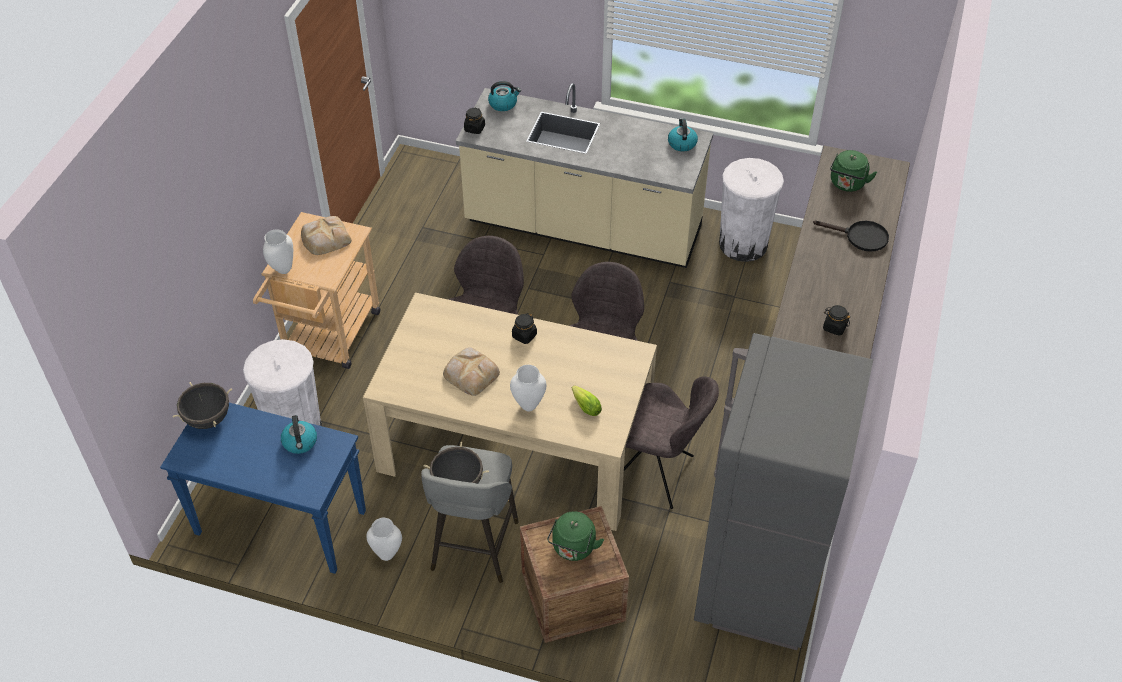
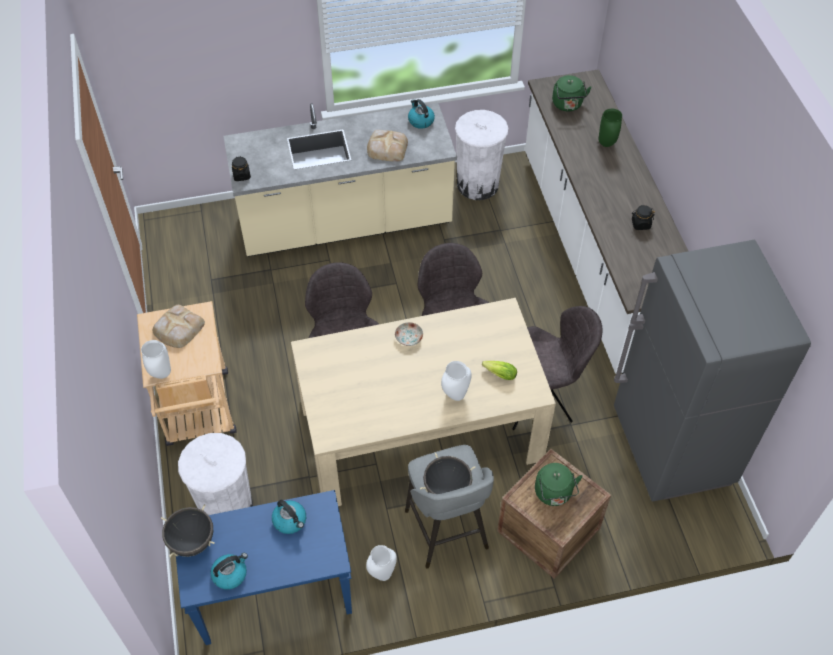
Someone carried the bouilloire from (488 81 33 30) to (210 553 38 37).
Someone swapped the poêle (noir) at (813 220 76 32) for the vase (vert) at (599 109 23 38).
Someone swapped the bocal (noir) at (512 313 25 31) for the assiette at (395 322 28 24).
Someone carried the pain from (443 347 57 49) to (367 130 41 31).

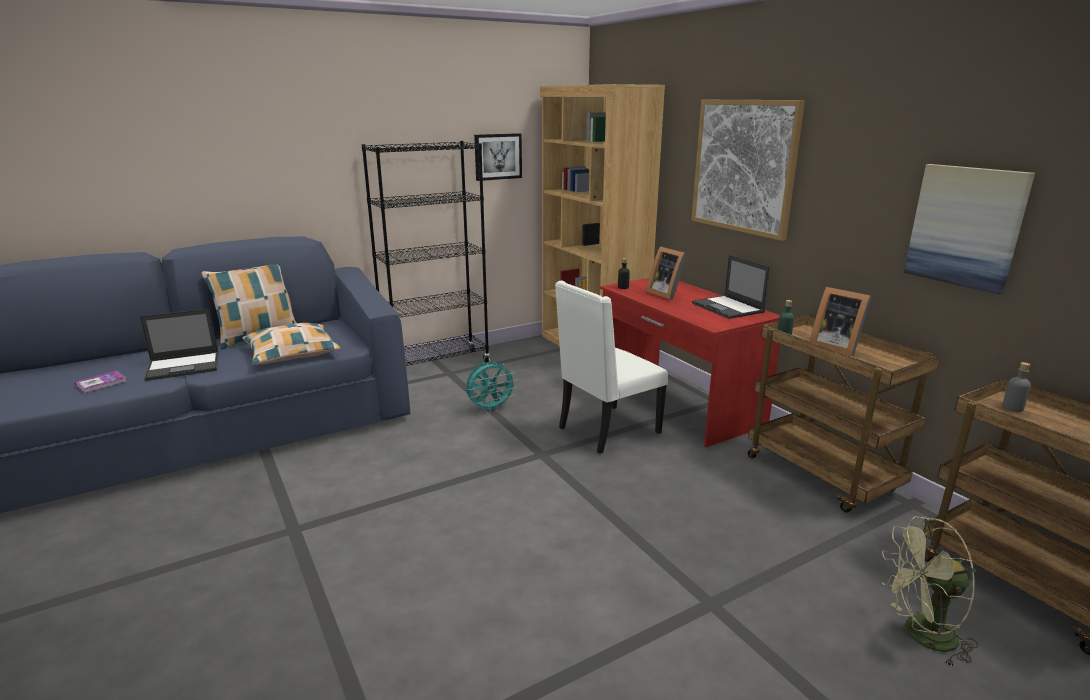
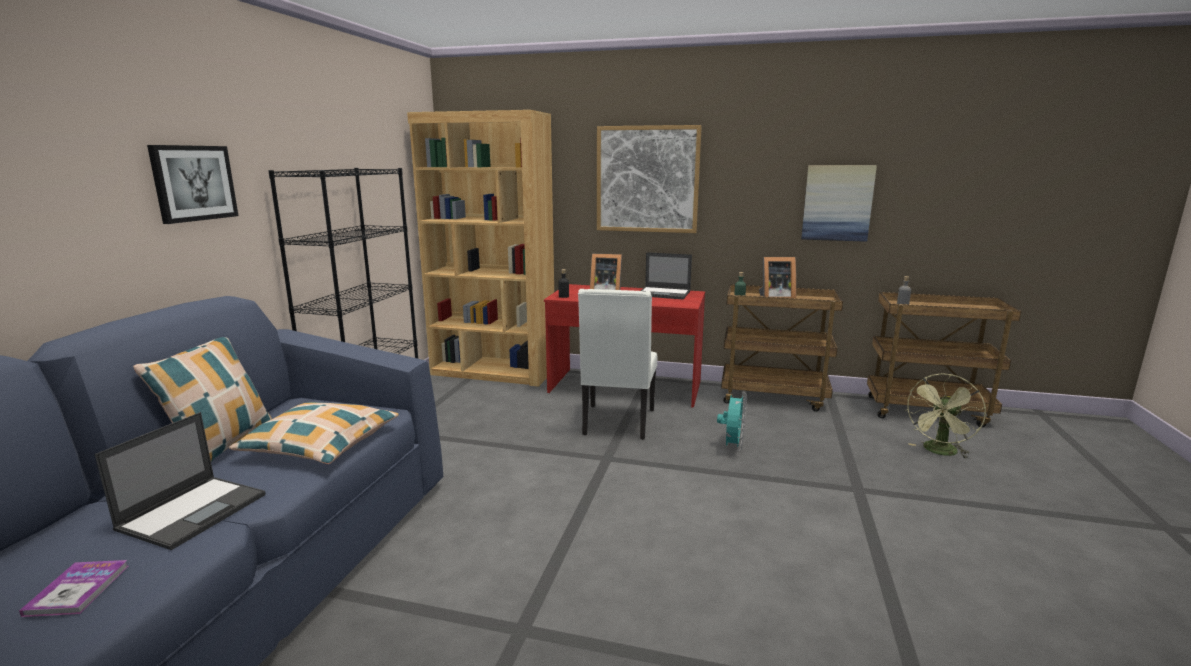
Someone carried the tableau from (474 133 48 48) to (147 145 91 79).
Someone carried the ventilateur (turquoise) from (466 362 51 51) to (717 392 30 59).

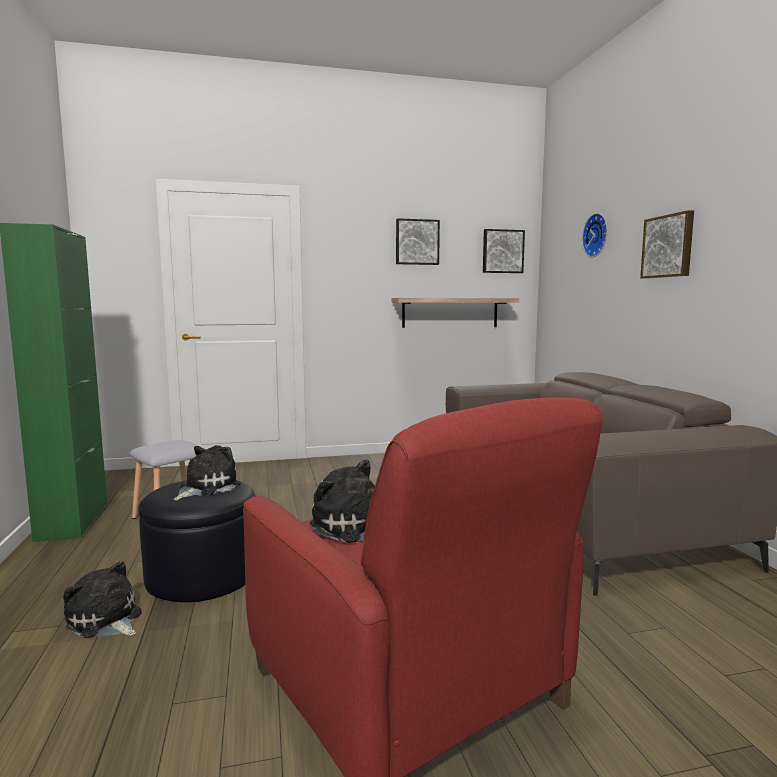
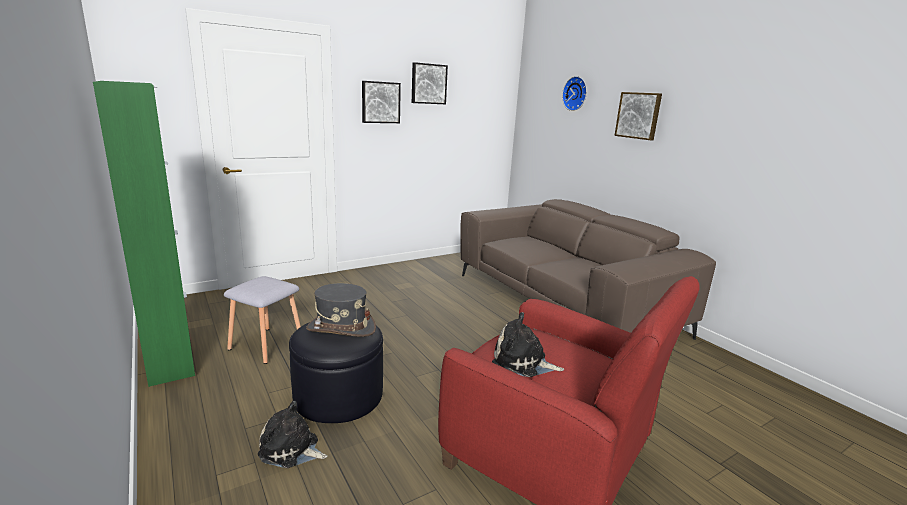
Someone carried the tableau from (483 229 42 44) to (362 81 39 42).
Someone took away the étagère at (392 298 127 30).
Someone swapped the peluche at (174 445 67 55) for the chapeau (gris) at (306 283 70 54).

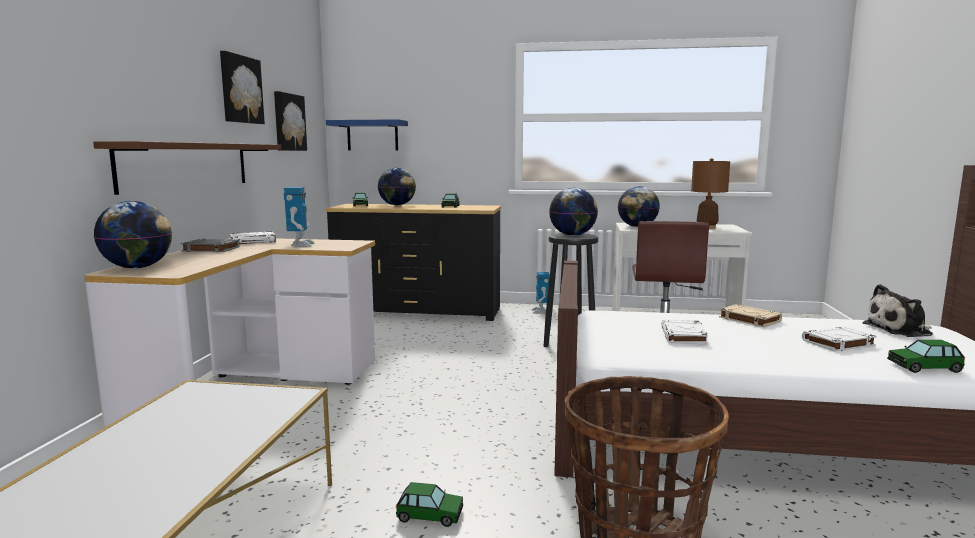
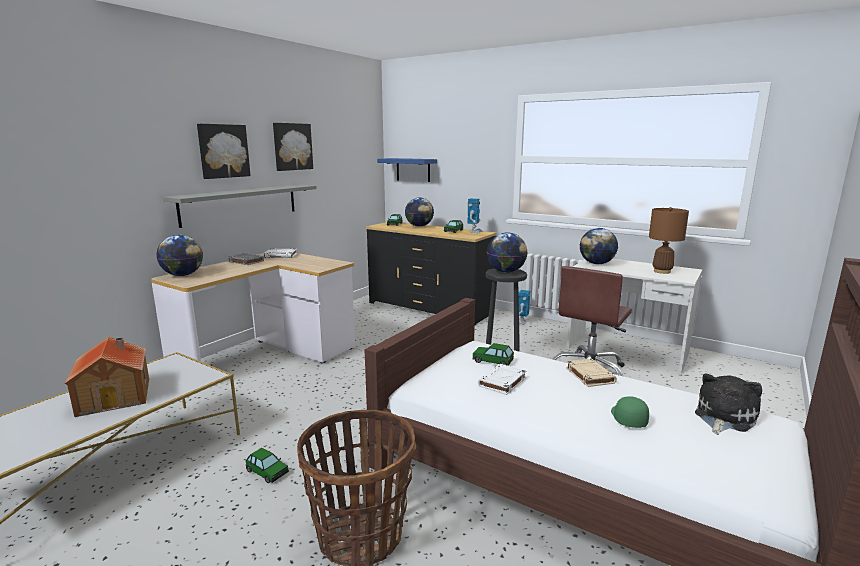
Someone carried the tableau from (274 91 33 60) to (197 124 54 55).
Someone repainted the étagère (marron) at (93 141 188 54), which became the étagère (gris) at (163 185 154 43).
Someone carried the robot jouet from (284 187 31 60) to (468 198 14 35).
Someone rotated the peluche at (862 284 71 53) by 120 degrees clockwise.
Someone swapped the livre (blanc) at (802 326 75 26) for the casquette (vert) at (611 396 38 32).
Someone carried the petite voiture from (887 340 78 33) to (472 343 42 23).
Someone put down the maison miniature at (65 337 84 80).

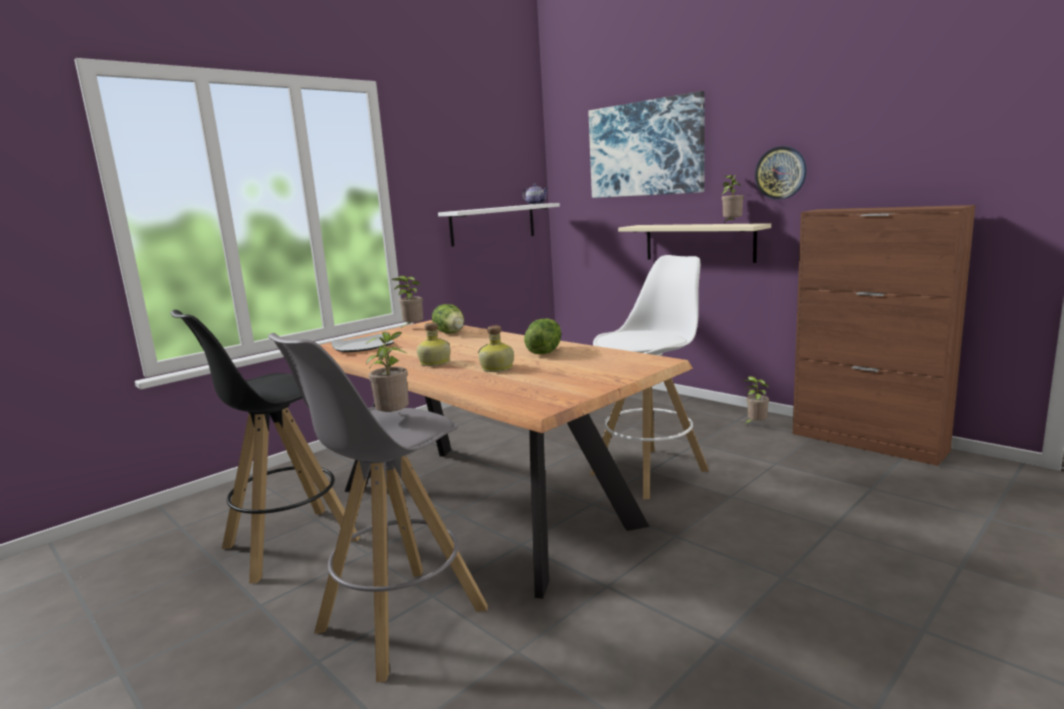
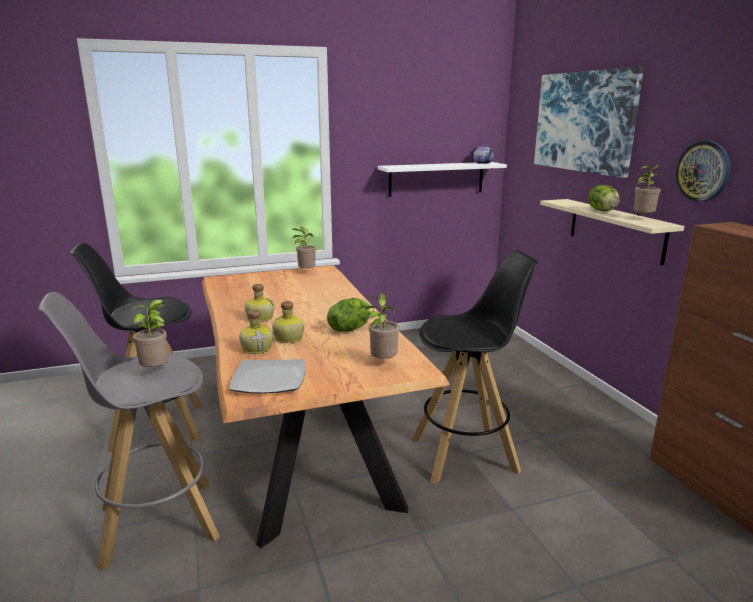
Someone repainted the tabouret (blanc) at (590 255 119 244), which became the tabouret (noir) at (412 250 126 234).
Someone carried the laitue from (432 304 32 29) to (588 185 32 26).
Someone carried the assiette from (331 334 63 18) to (229 359 77 35).
Someone carried the plante en pot from (742 376 27 48) to (365 292 35 67).
Someone put down the bouteille at (239 310 34 44).

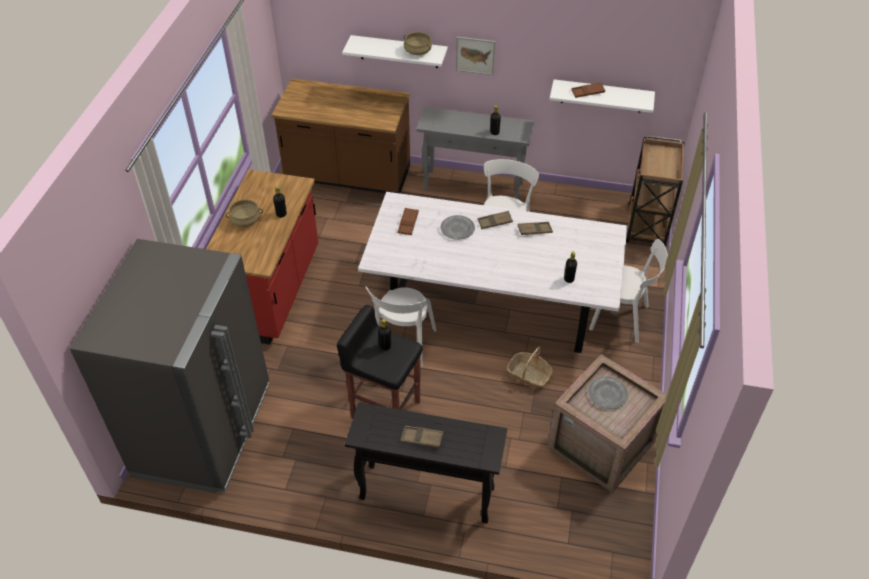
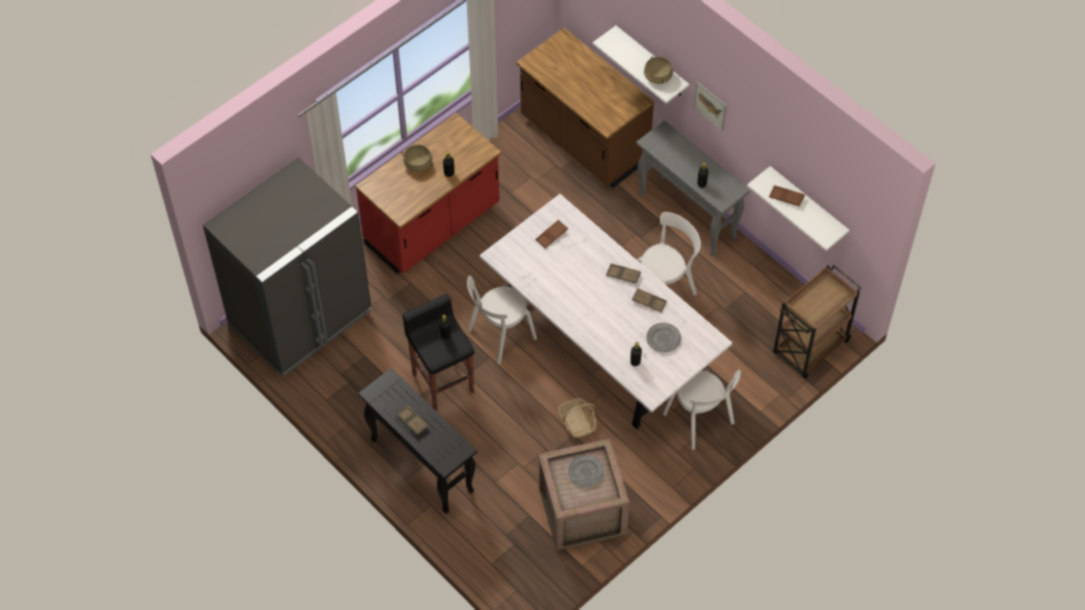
Someone carried the assiette (gris) from (440 215 35 25) to (646 323 35 30).

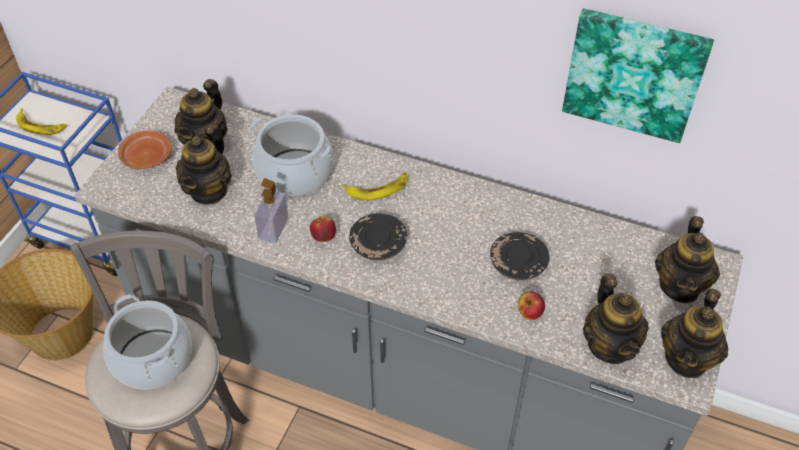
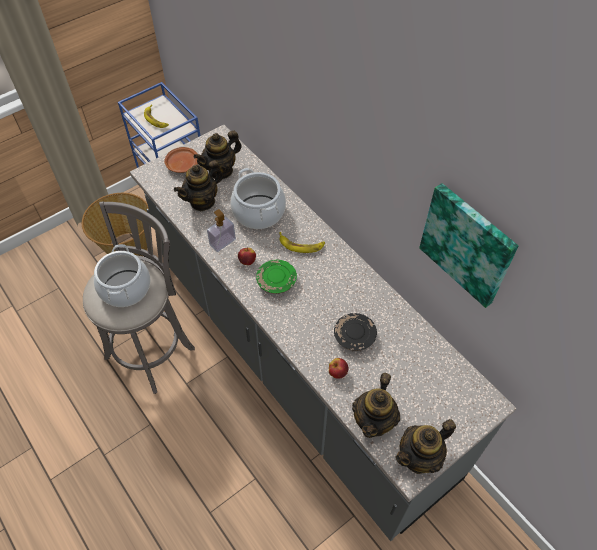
Someone repainted the assiette (noir) at (349 213 58 48), which became the assiette (vert) at (256 260 41 34).
Someone took away the théière at (655 216 65 87).

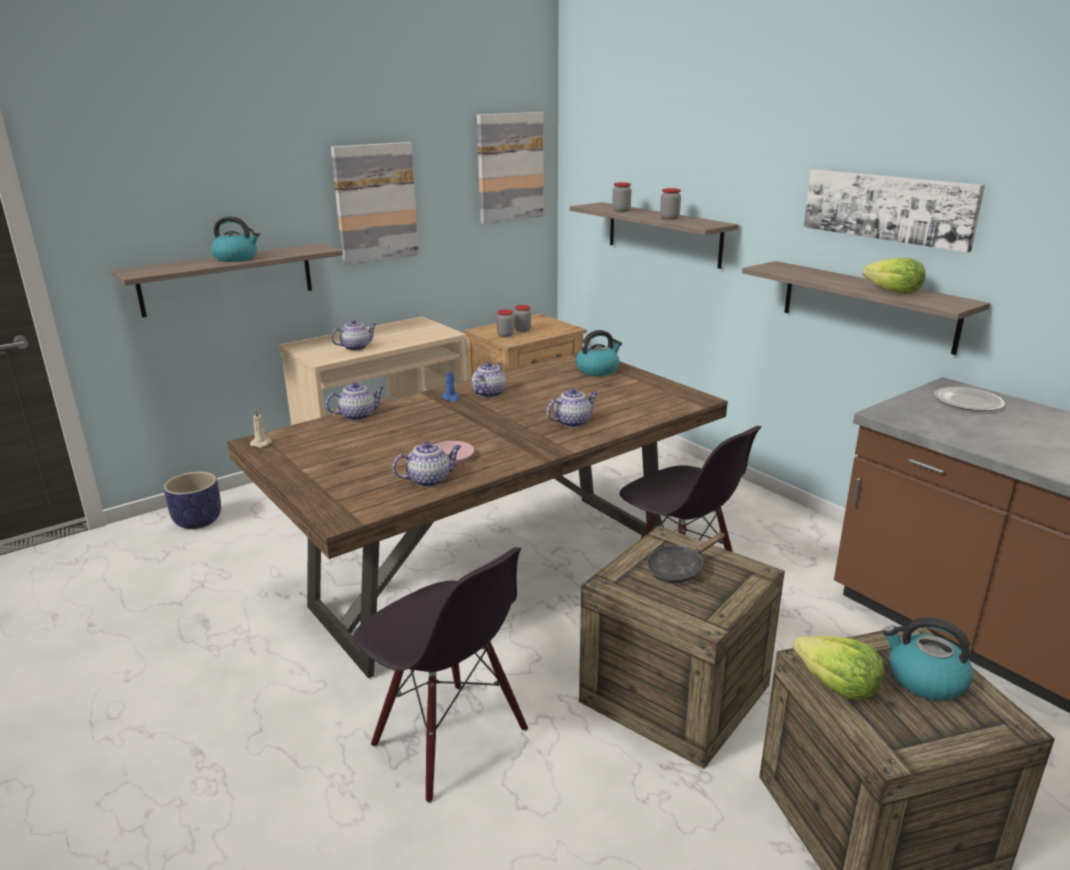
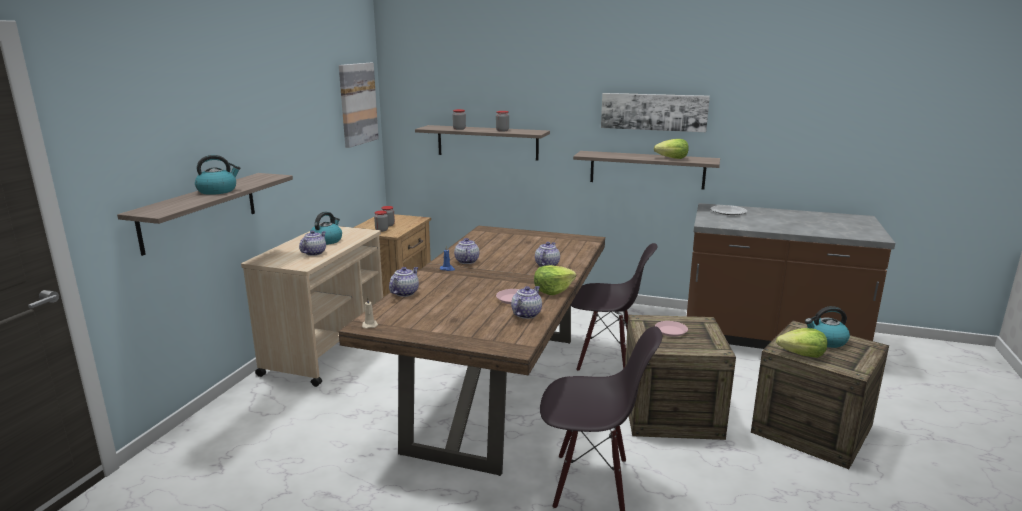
Someone took away the tableau at (331 142 88 123).
Someone carried the bouilloire from (576 330 46 46) to (310 212 32 33).
Someone took away the cache-pot at (164 471 57 58).
Someone swapped the poêle (noir) at (647 532 78 51) for the assiette (rose) at (655 321 33 16).
Someone put down the laitue at (534 265 42 30).

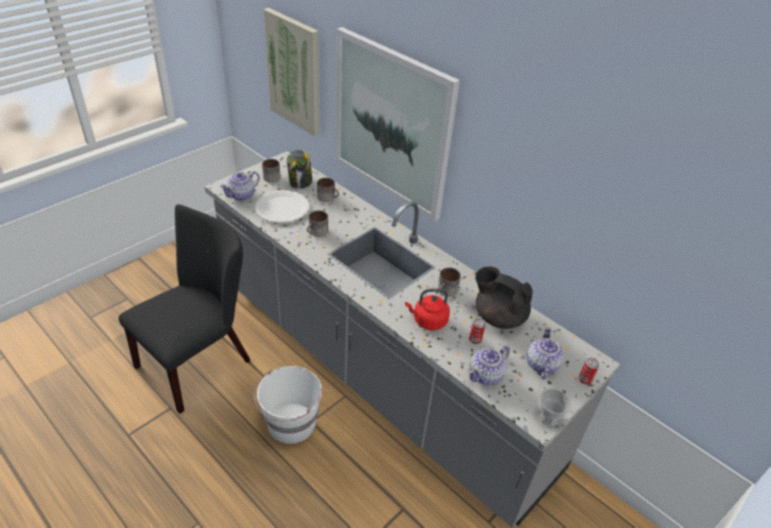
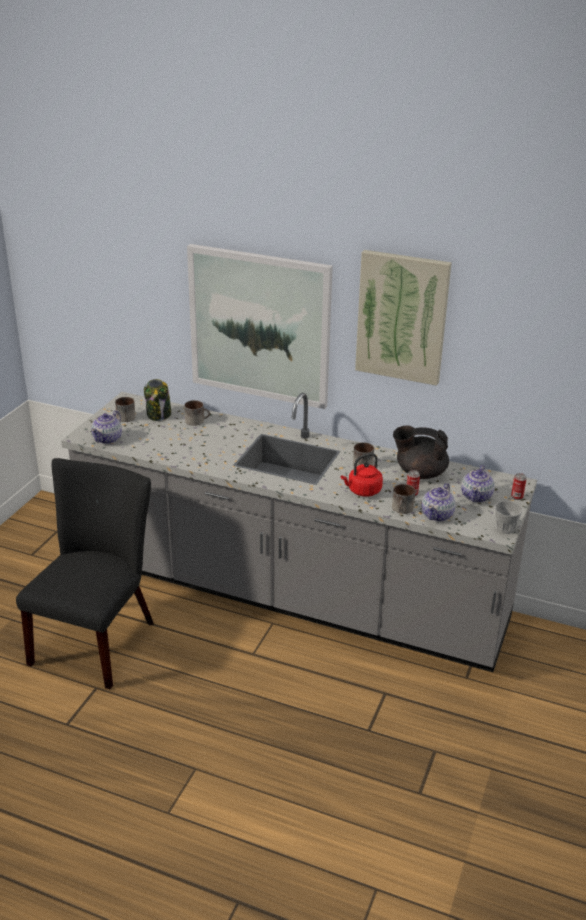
Someone carried the tableau from (263 8 57 128) to (355 250 97 136).
Someone took away the assiette (blanc) at (255 190 54 33).
Someone carried the mug from (307 210 21 27) to (392 484 23 30).
Someone rotated the théière at (527 327 37 52) by 150 degrees counterclockwise.
Someone took away the seau (blanc) at (254 366 68 78).

